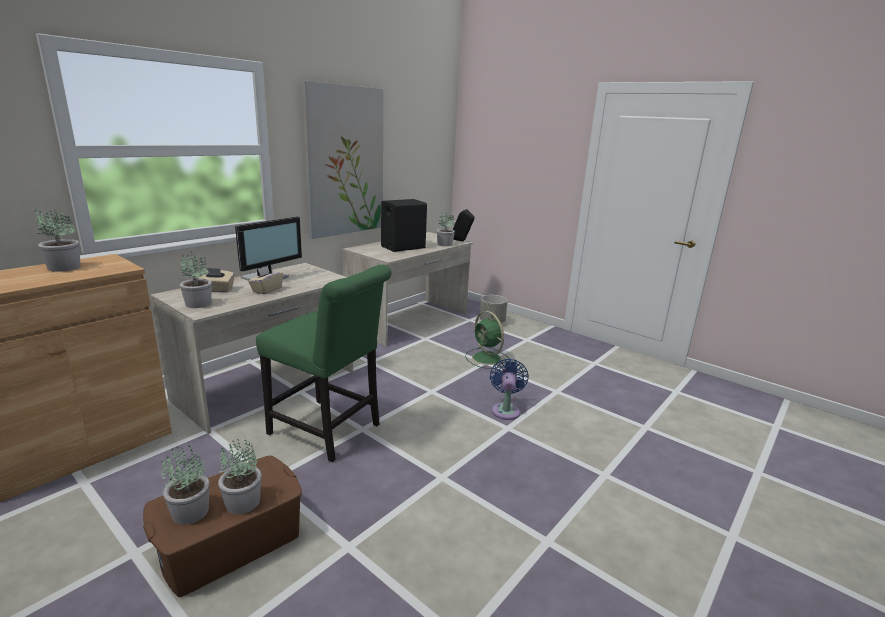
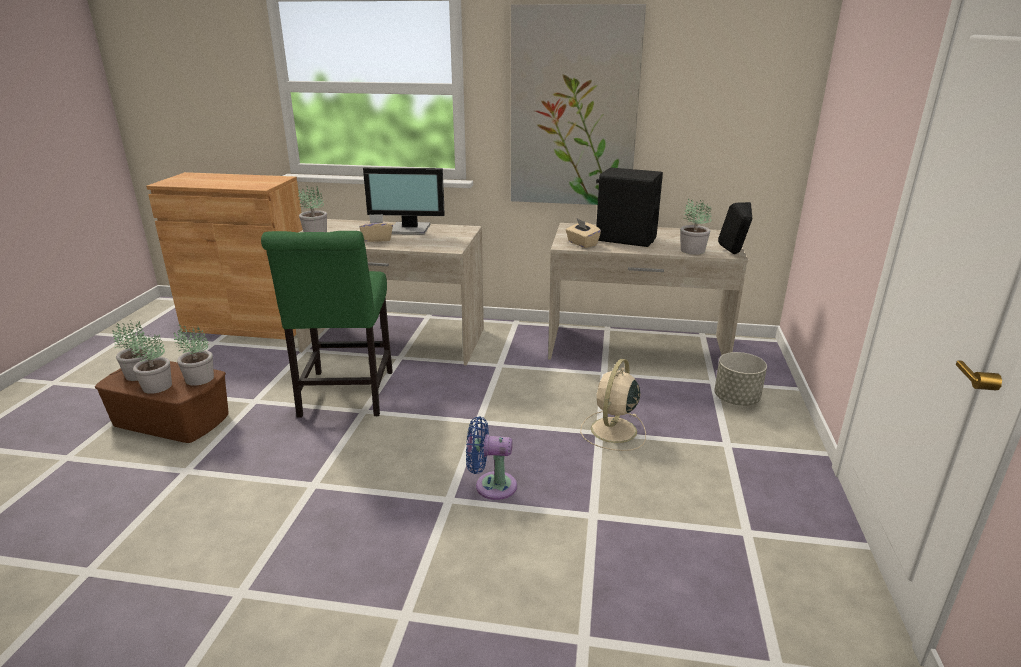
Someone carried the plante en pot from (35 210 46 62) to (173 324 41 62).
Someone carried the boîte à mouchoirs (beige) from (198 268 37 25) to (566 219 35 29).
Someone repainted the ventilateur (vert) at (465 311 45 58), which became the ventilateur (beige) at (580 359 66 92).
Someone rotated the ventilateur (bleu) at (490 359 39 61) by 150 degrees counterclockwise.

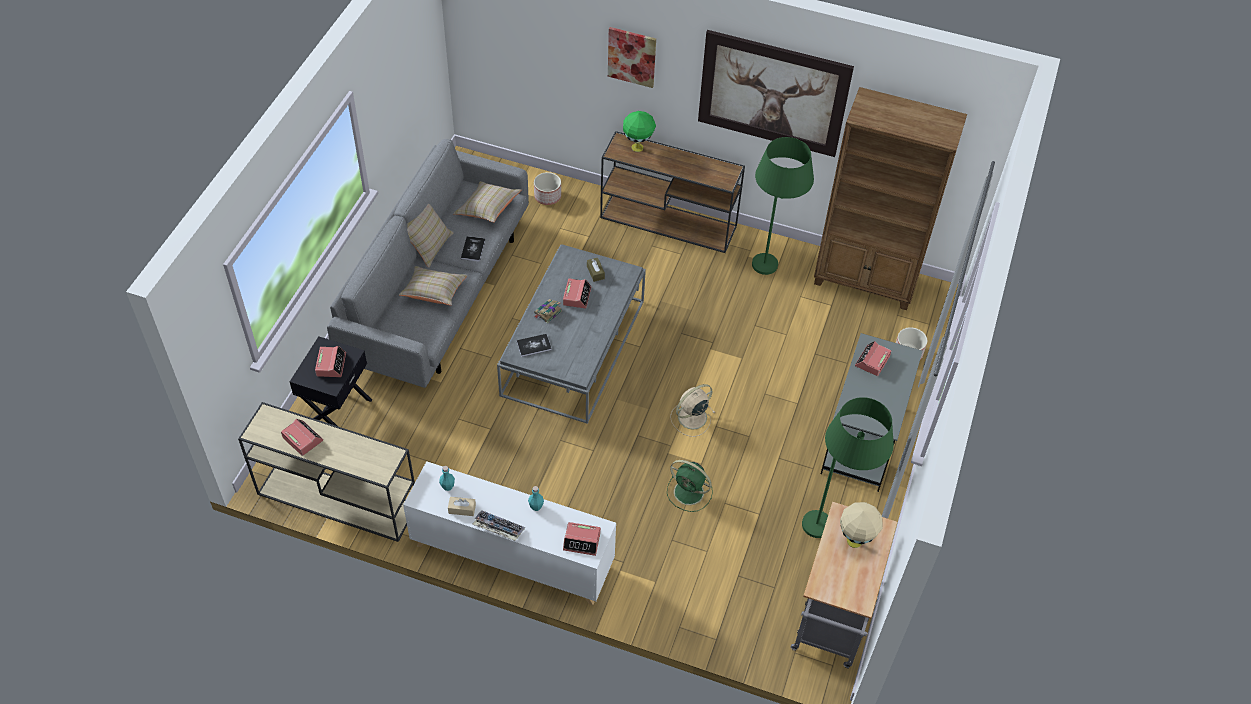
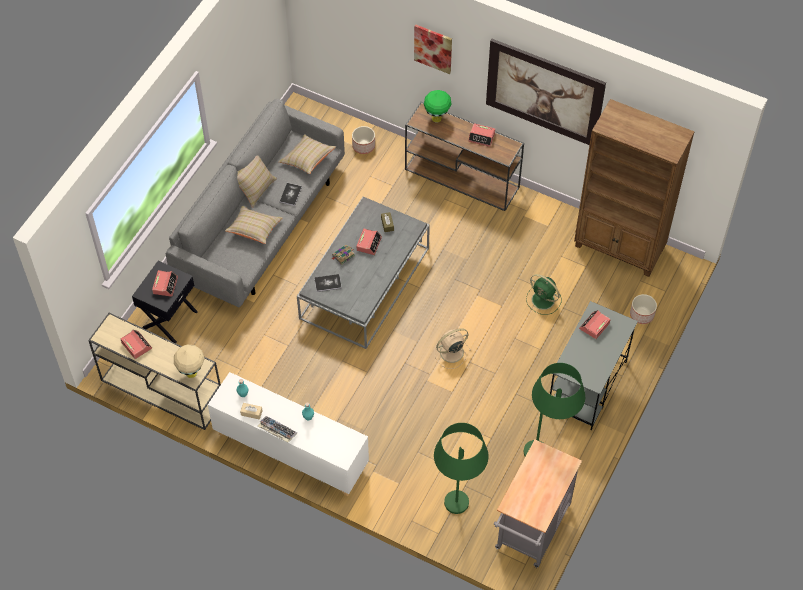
Someone carried the lampadaire (vert) from (752 137 62 138) to (434 423 55 91).
Someone carried the ventilateur (vert) from (667 460 46 52) to (526 274 36 41).
Someone carried the lampe de table (beige) from (840 502 42 46) to (174 345 31 33).
Someone carried the réveil from (563 522 38 34) to (468 123 27 24).

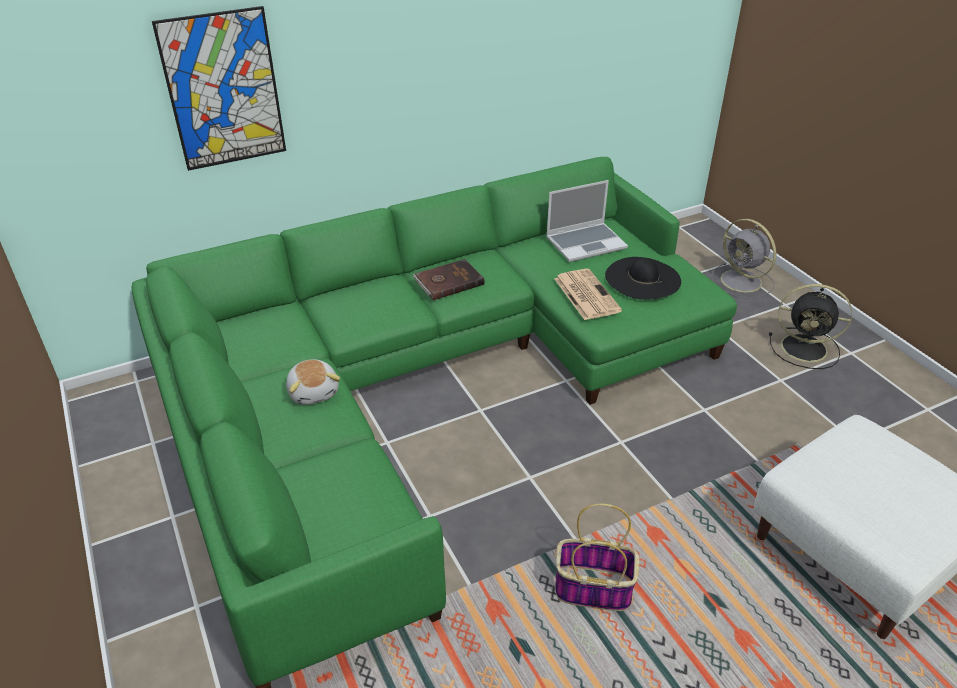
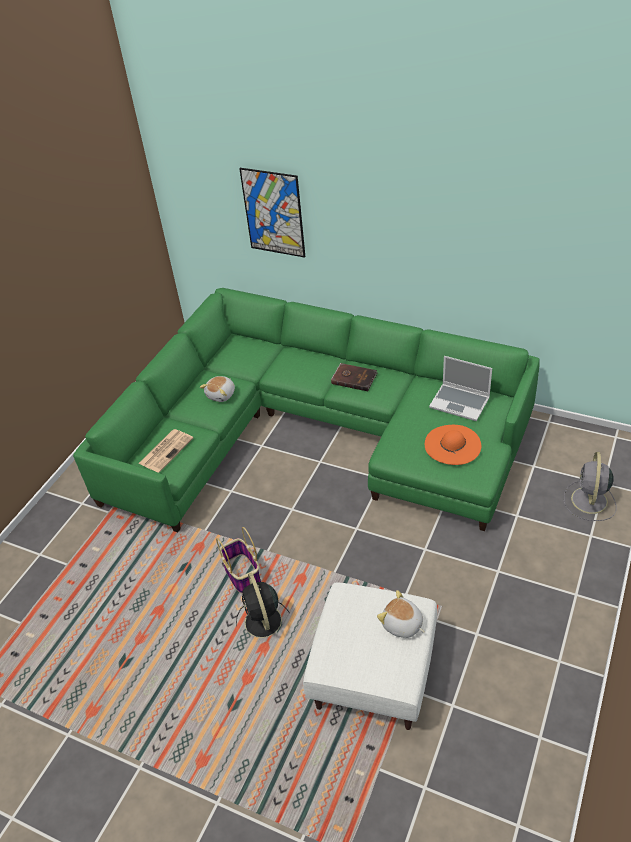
Someone repainted the chapeau (noir) at (605 257 76 43), which became the chapeau (orange) at (425 425 56 40).
Someone carried the journal from (555 269 67 51) to (138 429 55 44).
Someone carried the ventilateur (noir) from (769 284 83 85) to (236 573 54 65).
Someone put down the peluche at (377 590 47 48).

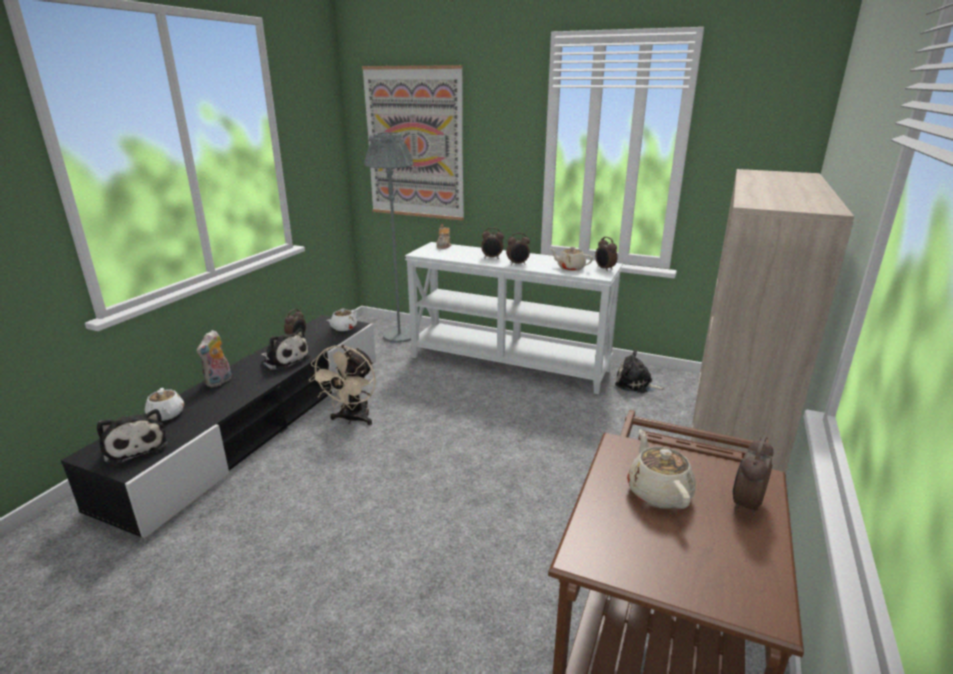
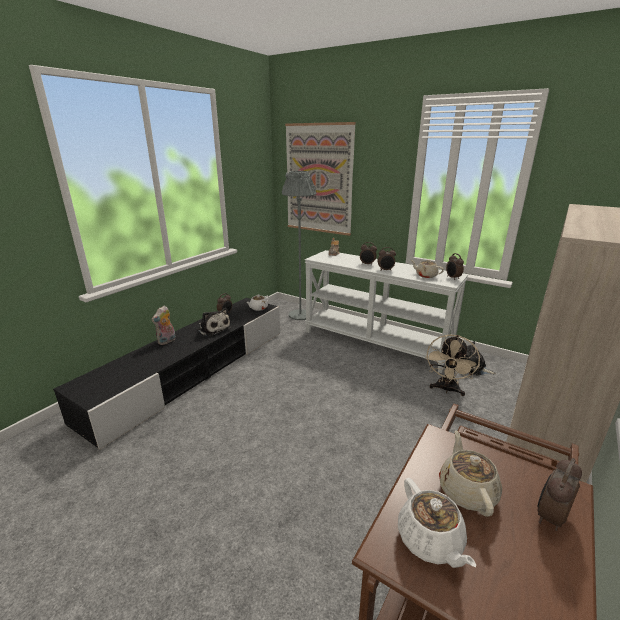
Someone carried the ventilateur (beige) from (309 345 67 80) to (425 334 55 62).
Someone carried the théière (blanc) from (145 388 39 33) to (398 478 78 90).
Someone took away the peluche at (97 409 71 57).

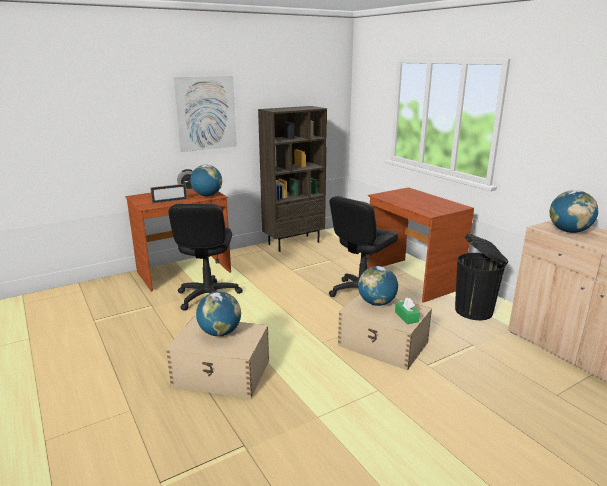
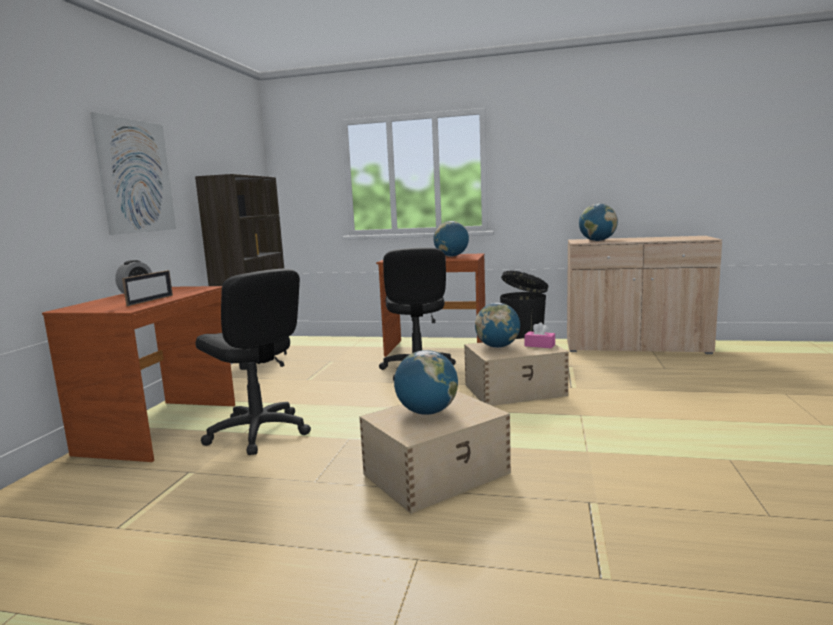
Someone carried the globe from (190 165 32 31) to (434 221 35 36).
Someone repainted the boîte à mouchoirs (vert) at (395 297 25 27), which became the boîte à mouchoirs (rose) at (525 322 30 26).

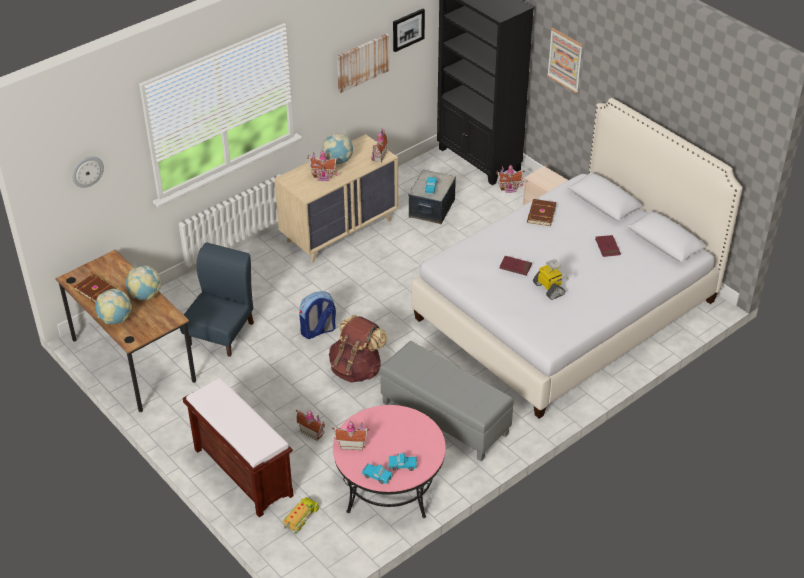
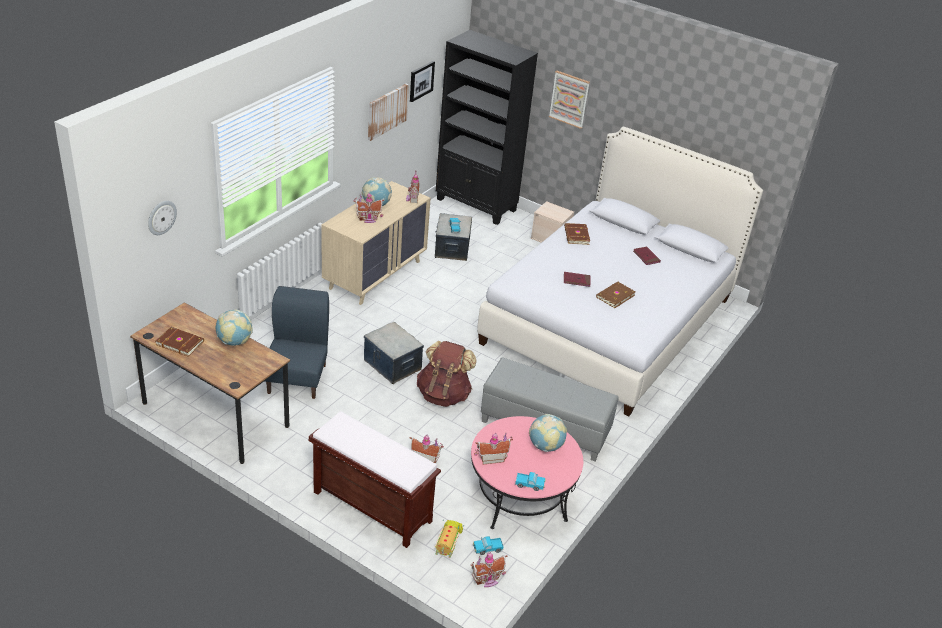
Someone carried the maison miniature from (496 165 29 28) to (471 552 37 35).
Someone swapped the robot jouet at (533 259 36 41) for the livre (marron) at (596 282 40 26).
Someone carried the globe from (95 289 37 35) to (529 414 38 38).
Someone swapped the sac à dos at (299 291 37 48) for the boîte de rangement at (364 322 60 62).
Someone carried the camion jouet from (388 453 29 18) to (473 536 31 19).

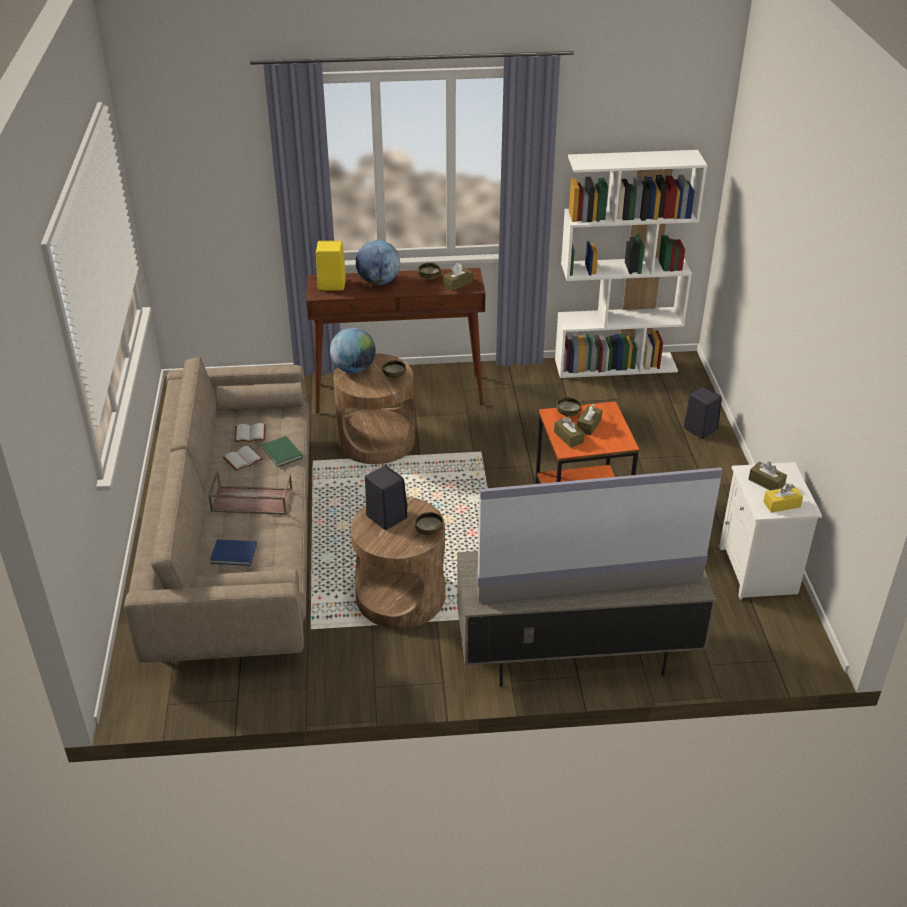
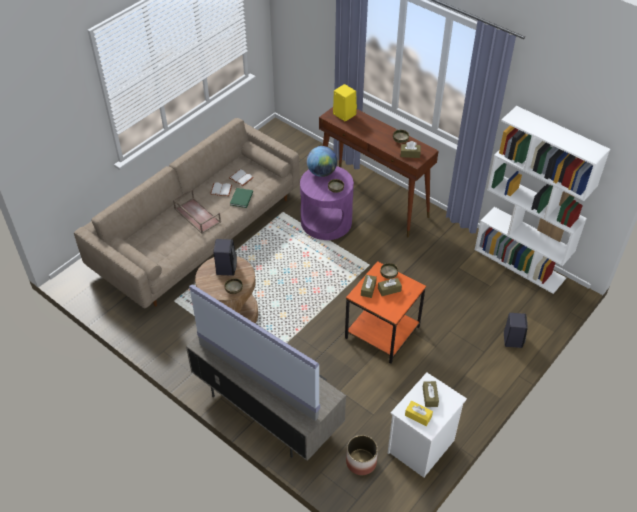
Someone took away the globe at (356 240 44 45).
Someone repainted the table d'appoint (marron) at (333 353 82 111), which became the table d'appoint (violet) at (300 166 54 74).
Someone took away the livre (bleu) at (210 539 47 27).
Someone put down the cache-pot at (346 435 32 40).

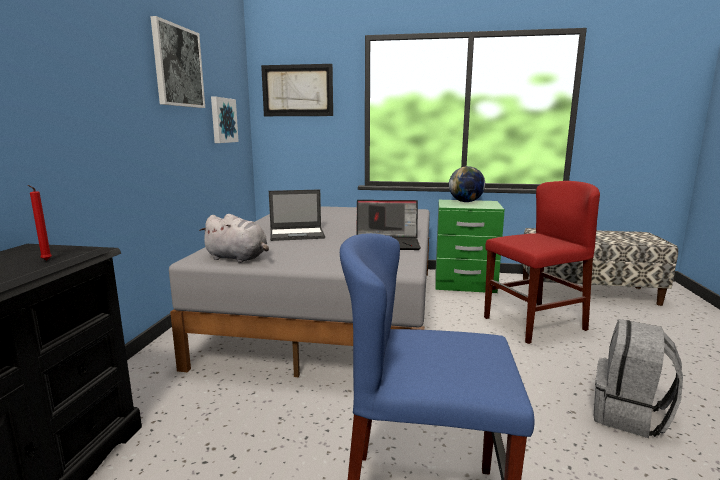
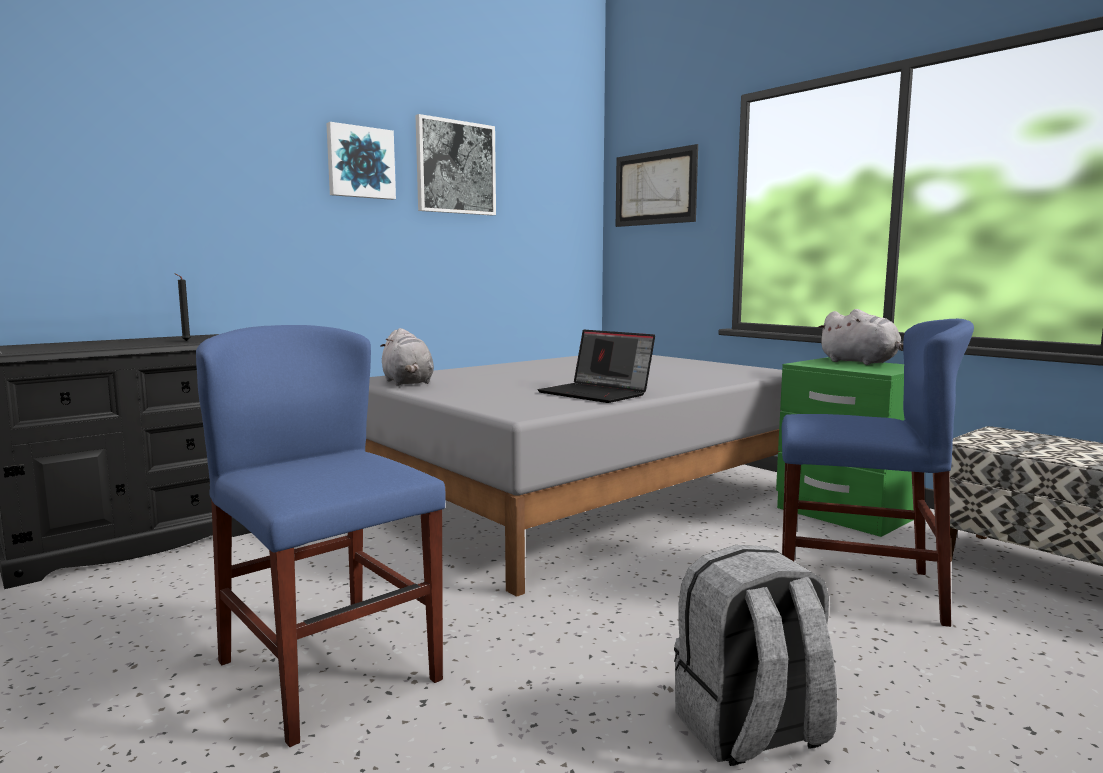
Someone carried the tableau from (211 97 28 46) to (326 122 70 78).
Someone swapped the globe at (449 166 36 36) for the peluche (gris) at (818 309 85 56).
Someone repainted the chaise (rouge) at (484 181 116 163), which became the chaise (bleu) at (782 319 192 308).
Someone repainted the bougie (rouge) at (28 185 24 75), which became the bougie (noir) at (174 273 17 68).
Someone took away the ordinateur portable at (269 189 56 52).

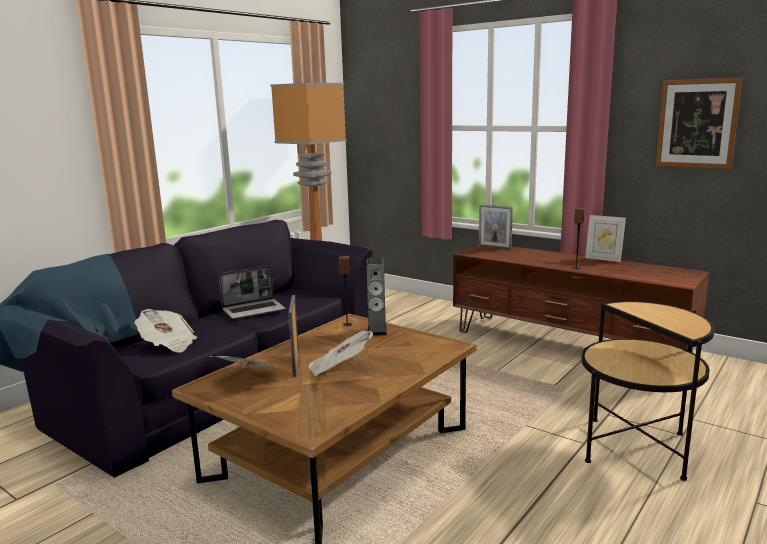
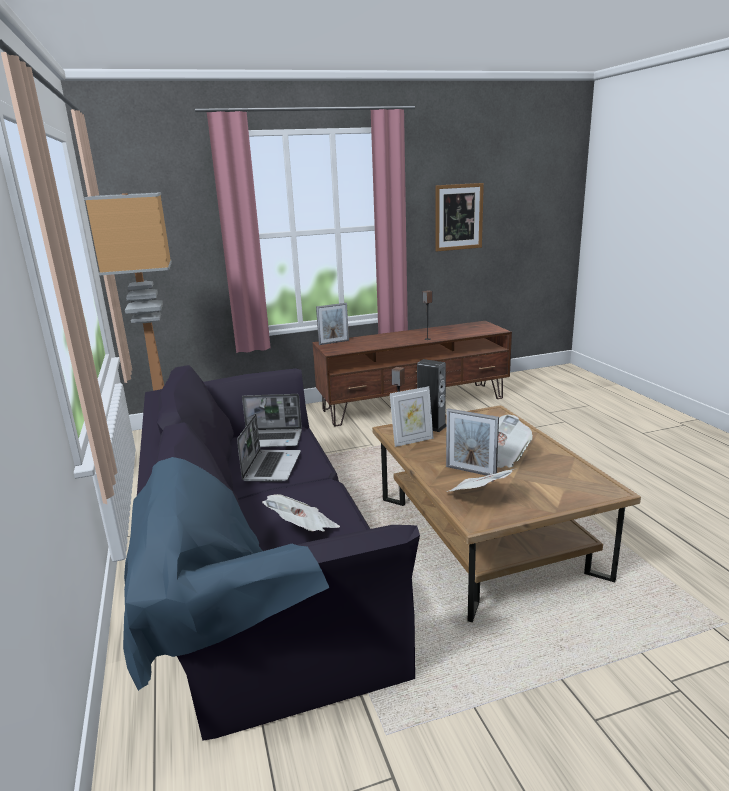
Someone carried the cadre photo from (585 215 41 47) to (390 386 44 61).
Someone took away the table d'appoint at (581 301 134 180).
Someone put down the ordinateur portable at (242 394 60 53).

